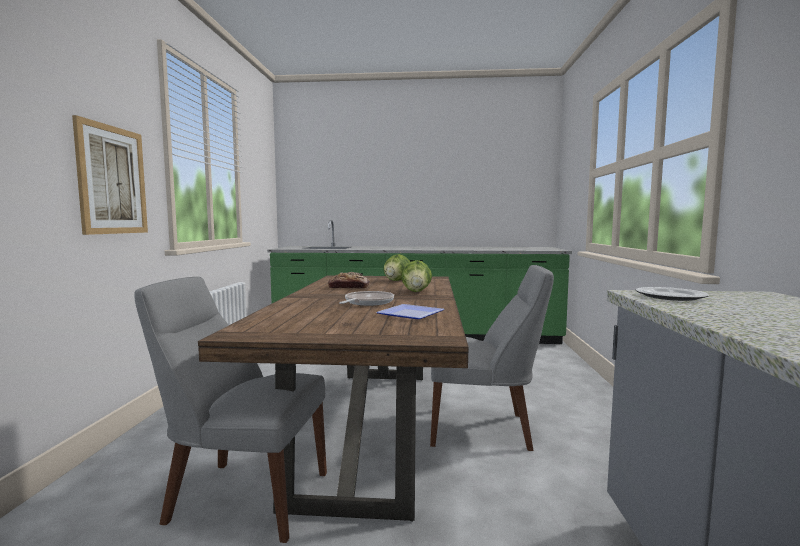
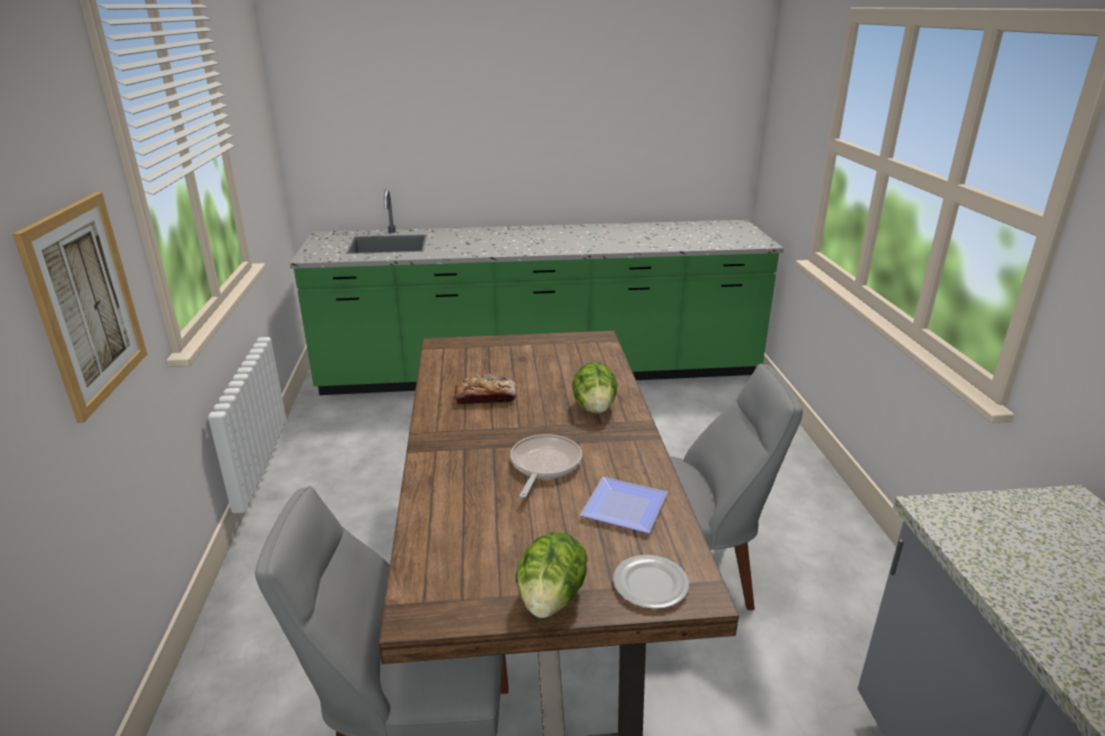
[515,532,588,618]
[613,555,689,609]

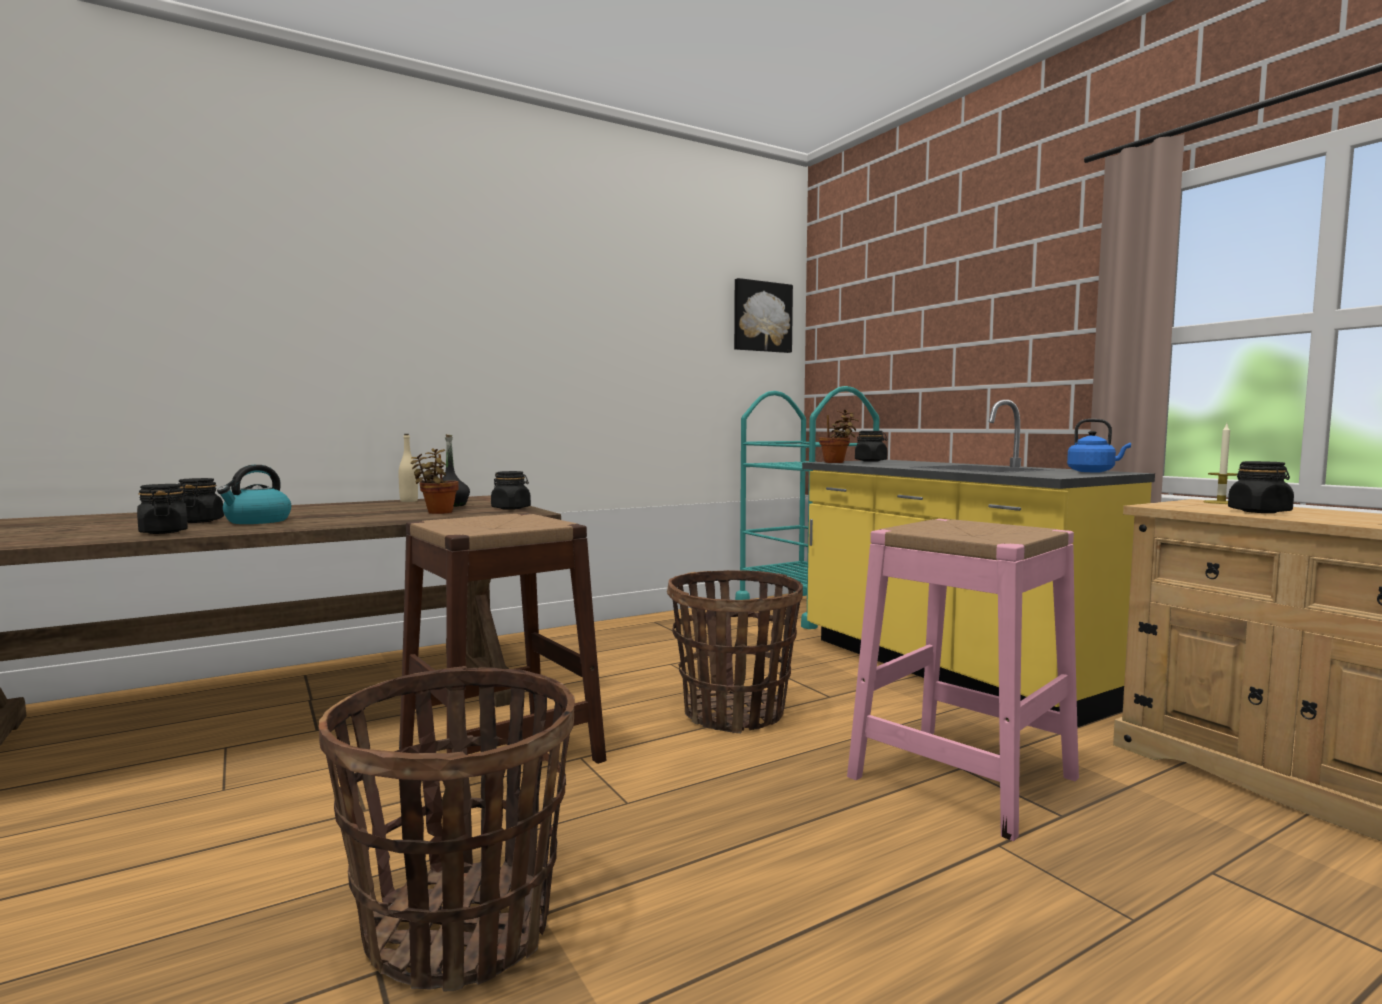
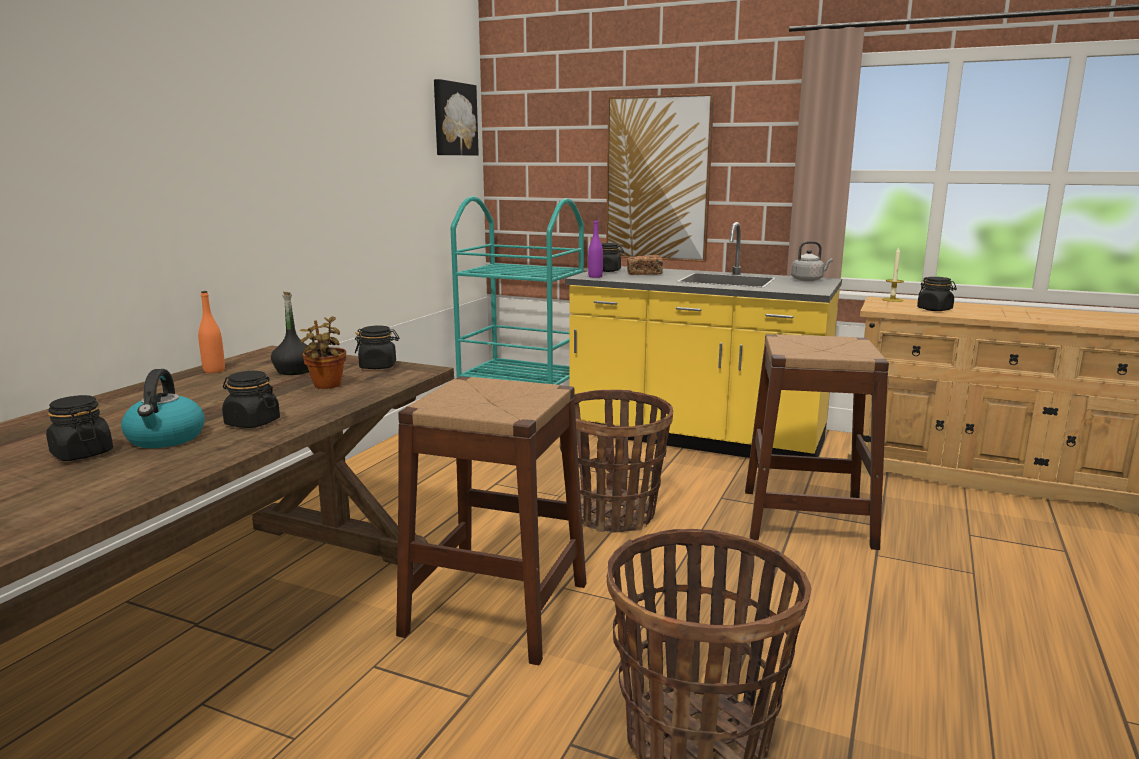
[198,291,225,373]
[222,371,280,428]
[588,219,603,278]
[606,94,714,262]
[627,255,663,275]
[745,334,889,550]
[791,241,833,281]

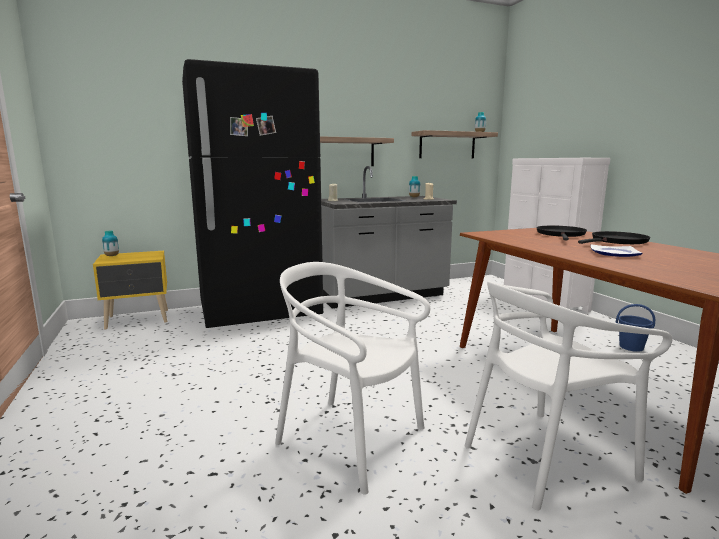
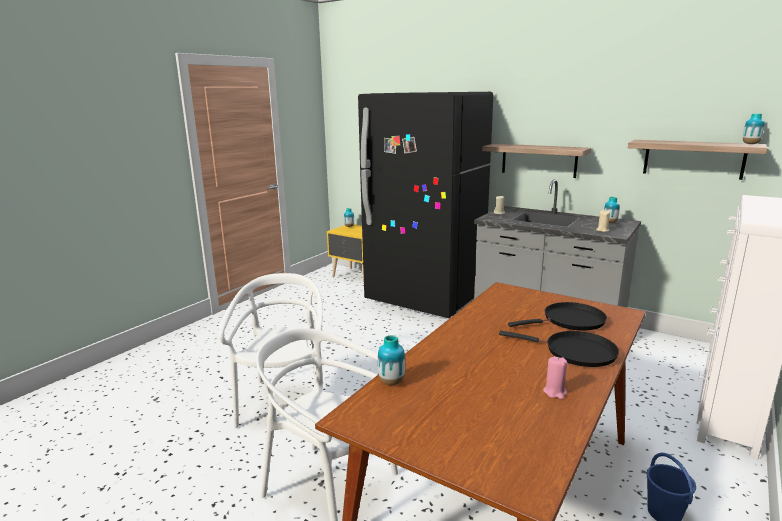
[378,335,405,385]
[543,356,568,399]
[590,244,643,257] (first image)

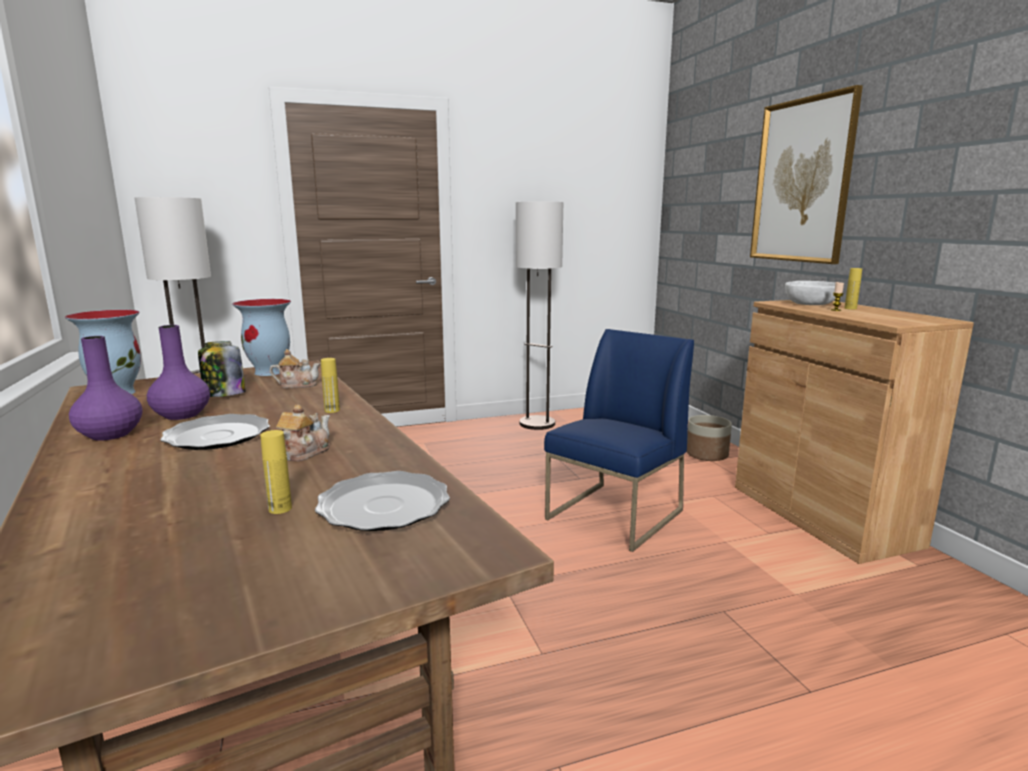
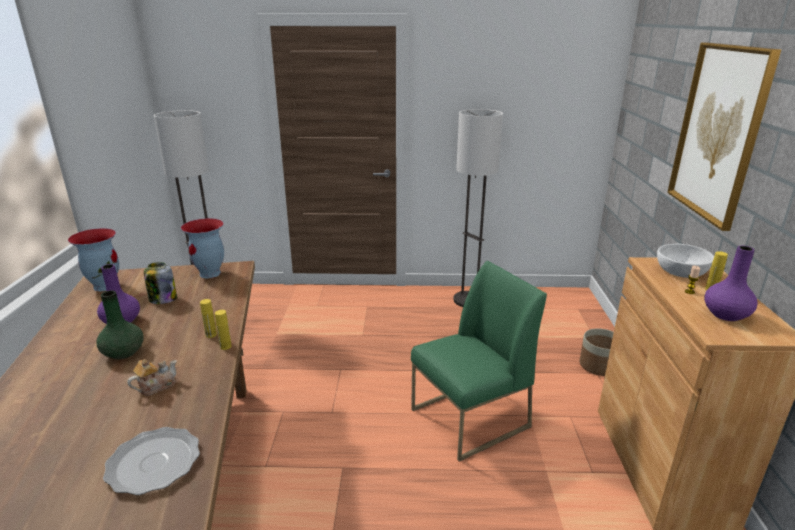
[96,290,144,359]
[215,310,232,350]
[411,261,547,462]
[704,246,758,321]
[270,349,320,388] (first image)

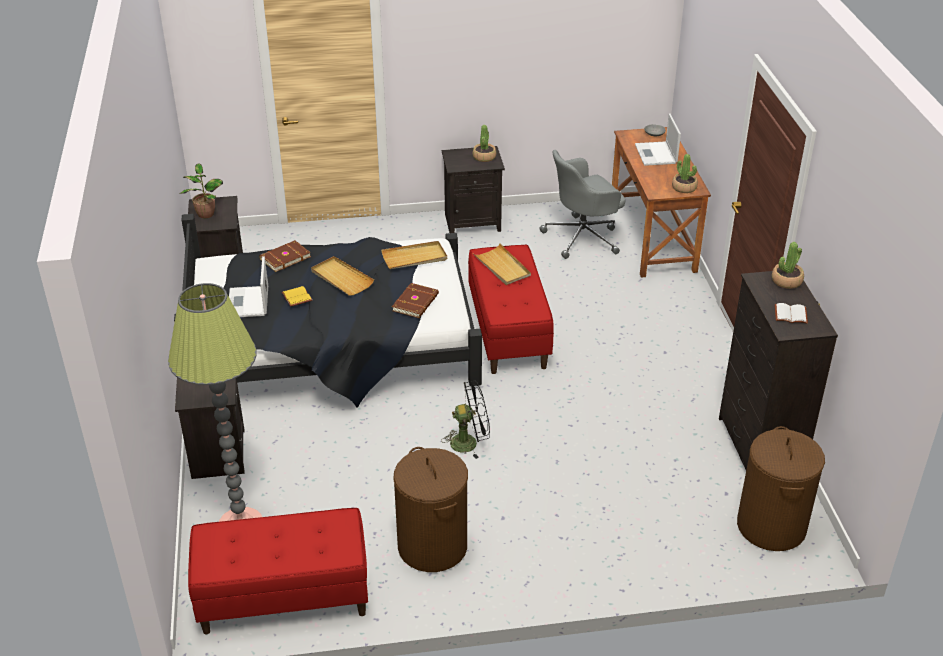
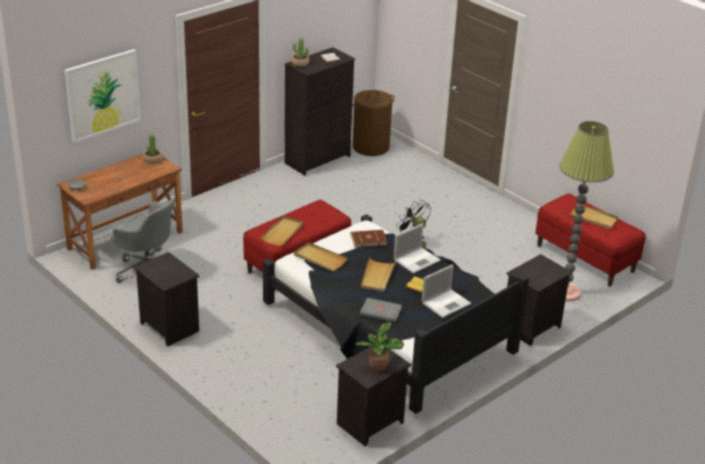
[65,49,141,143]
[360,298,402,323]
[394,223,441,274]
[568,203,618,229]
[393,447,468,572] (first image)
[473,125,496,162] (first image)

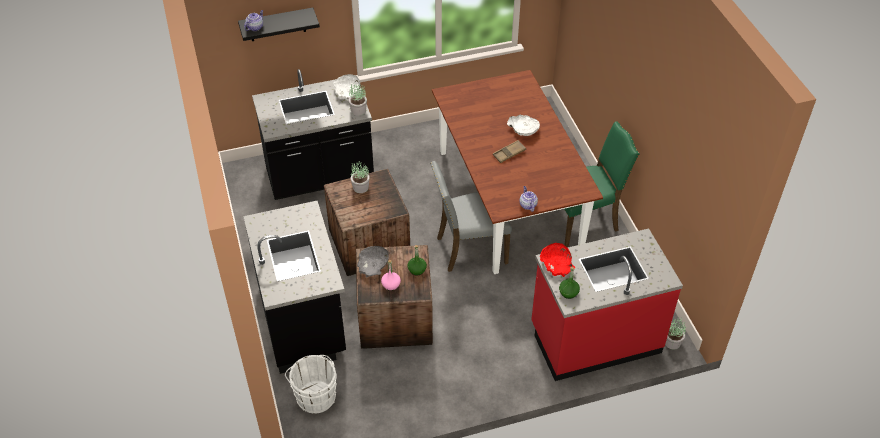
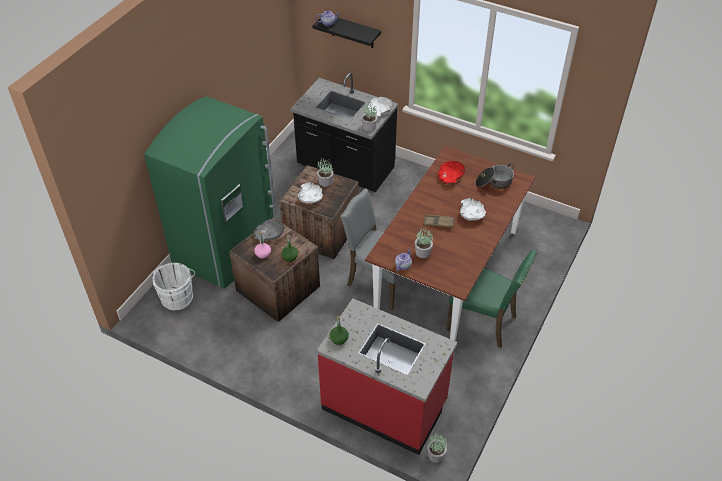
[144,96,275,289]
[298,182,323,204]
[415,228,433,258]
[438,161,465,184]
[475,164,514,189]

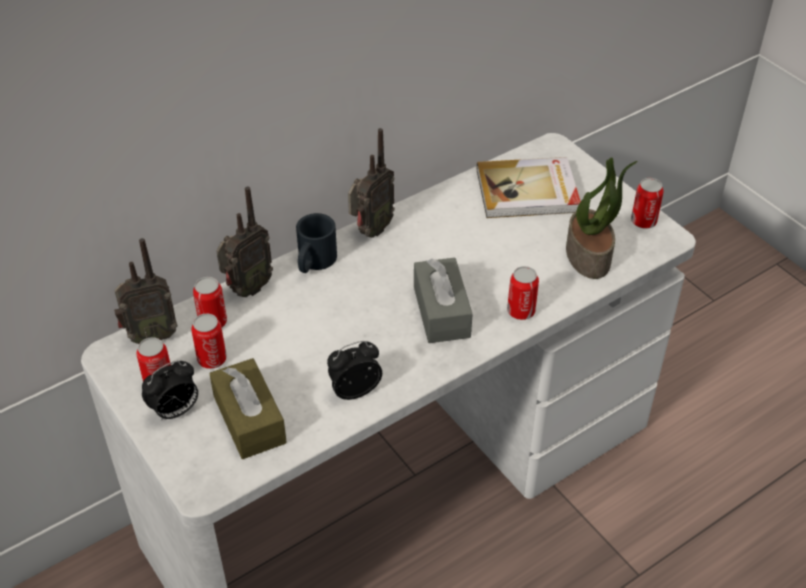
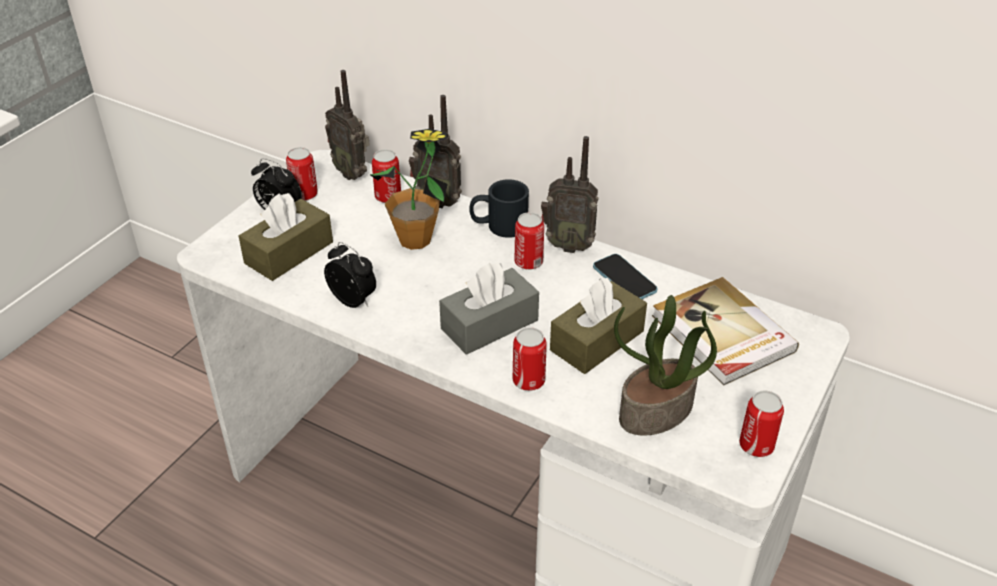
[370,129,448,250]
[514,212,544,270]
[550,278,647,374]
[593,254,658,299]

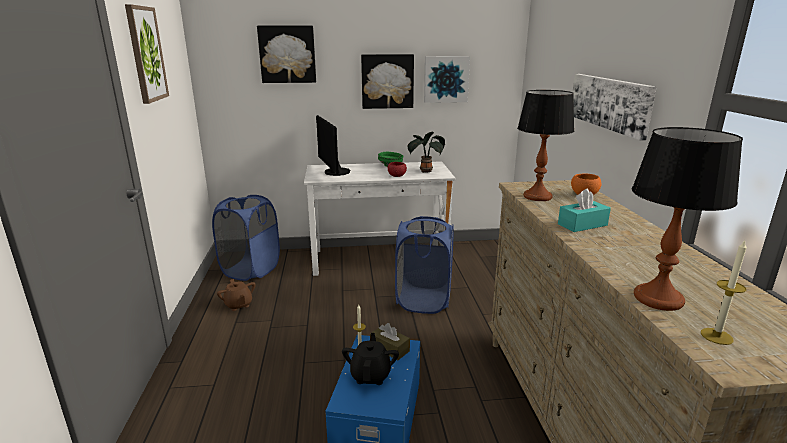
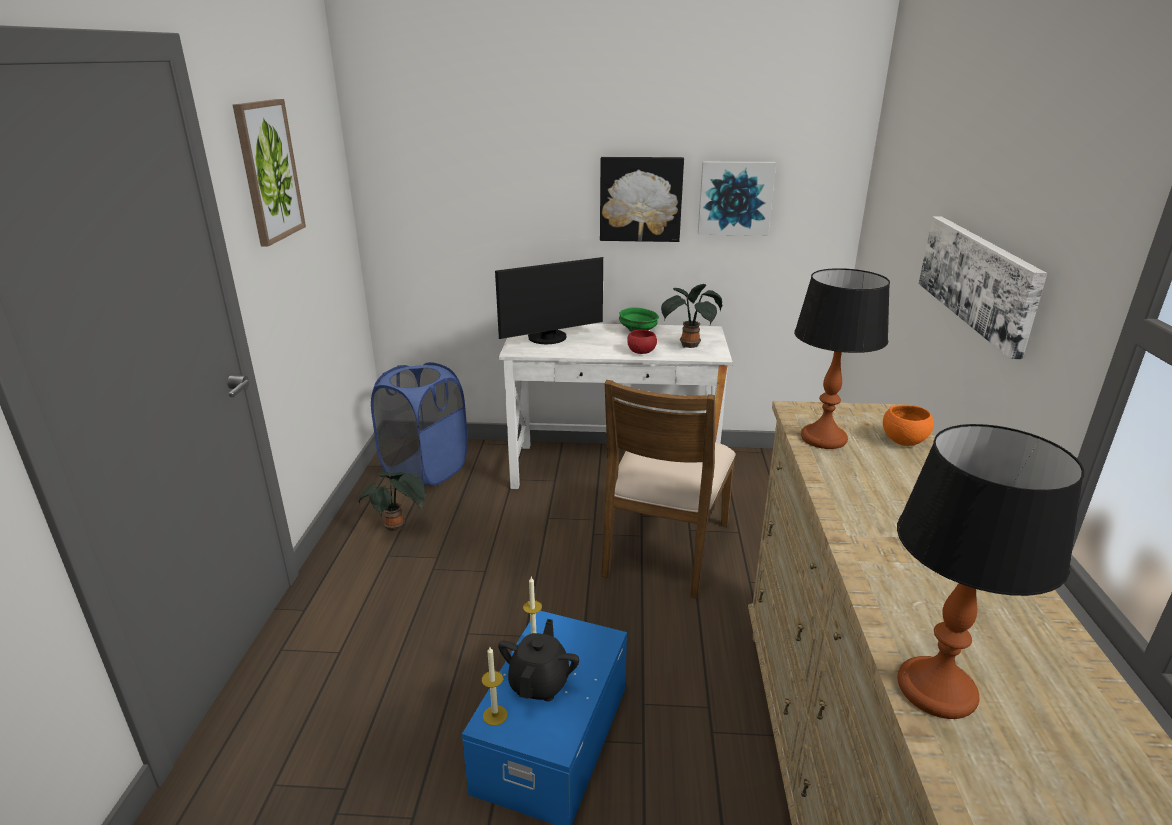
[359,472,425,532]
[482,647,507,726]
[495,257,603,344]
[601,380,736,599]
[257,26,316,83] (first image)
[370,323,410,360] (first image)
[558,188,611,232] (first image)

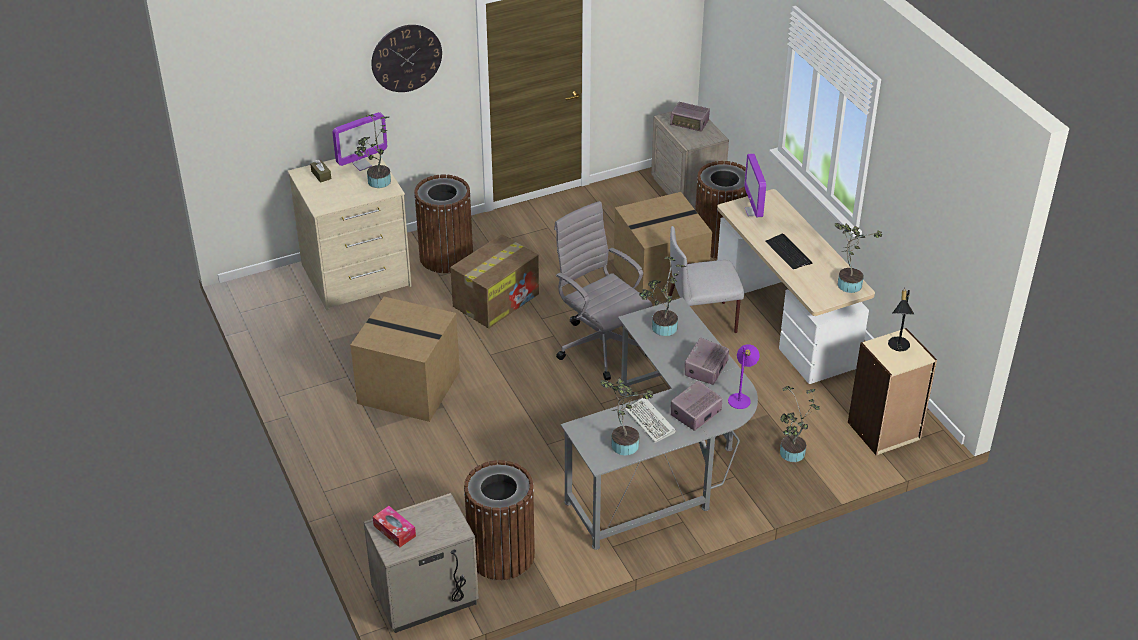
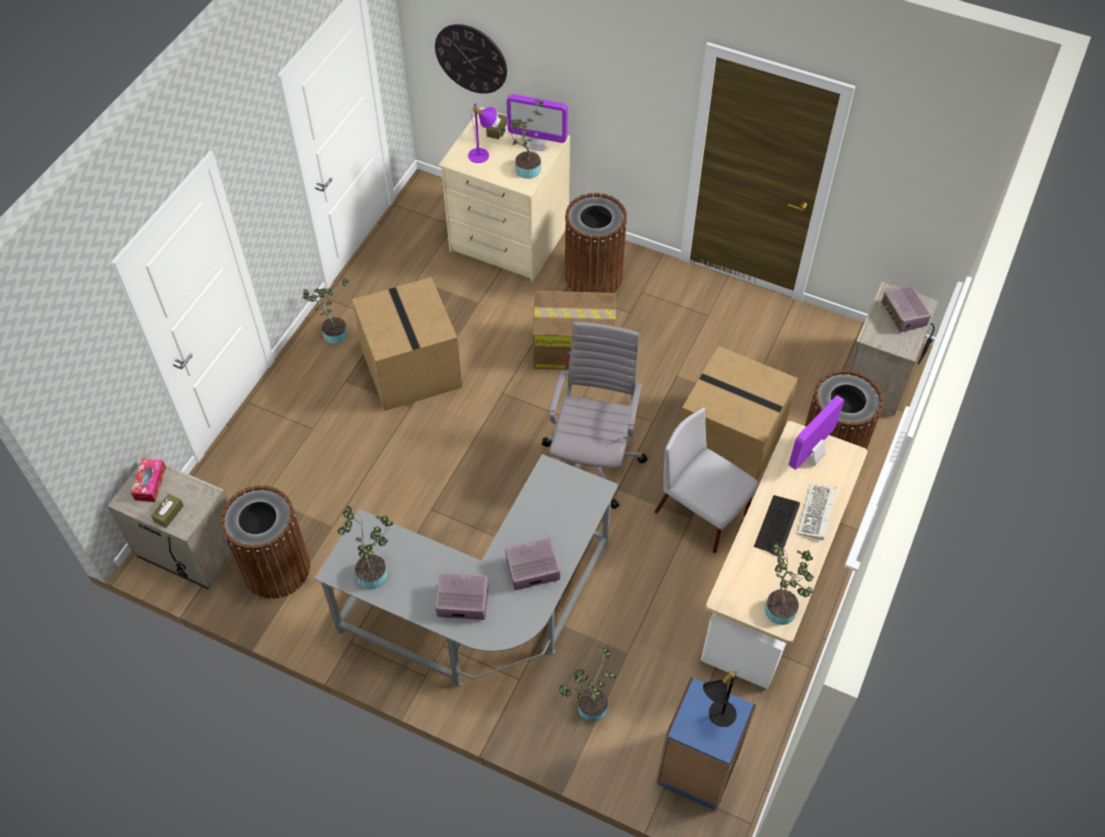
[151,494,183,528]
[302,277,349,344]
[435,24,507,94]
[468,103,497,163]
[656,677,756,811]
[797,484,837,540]

